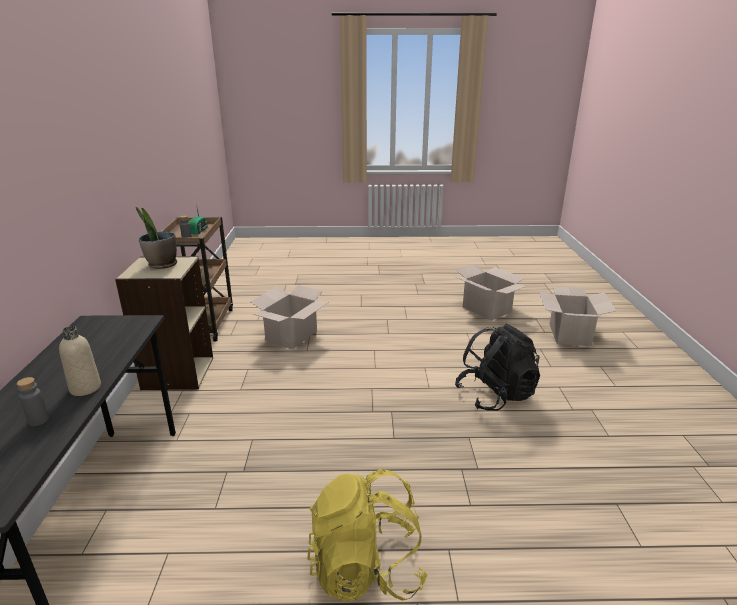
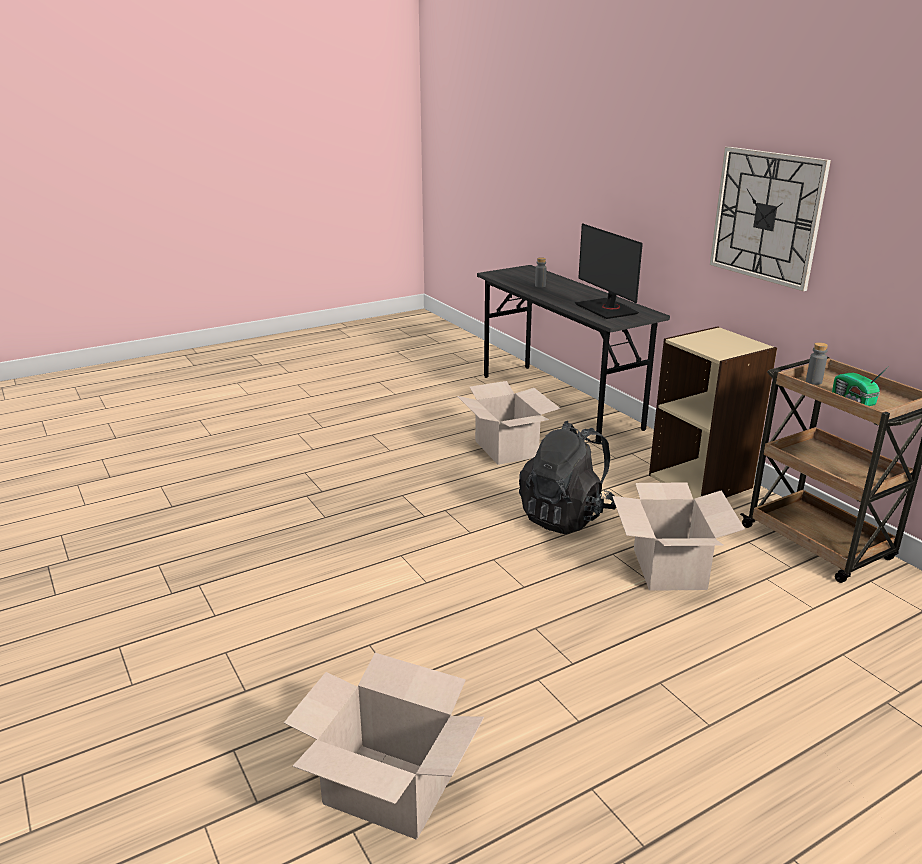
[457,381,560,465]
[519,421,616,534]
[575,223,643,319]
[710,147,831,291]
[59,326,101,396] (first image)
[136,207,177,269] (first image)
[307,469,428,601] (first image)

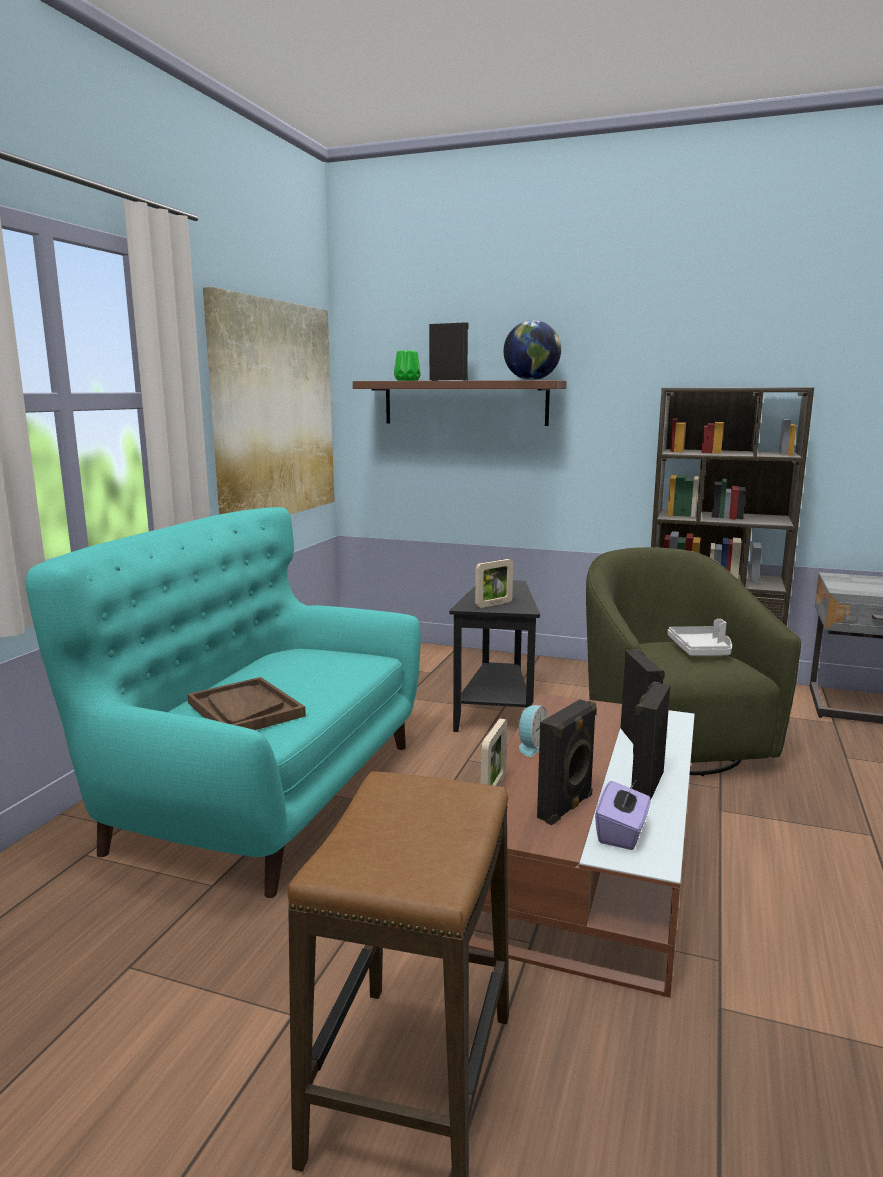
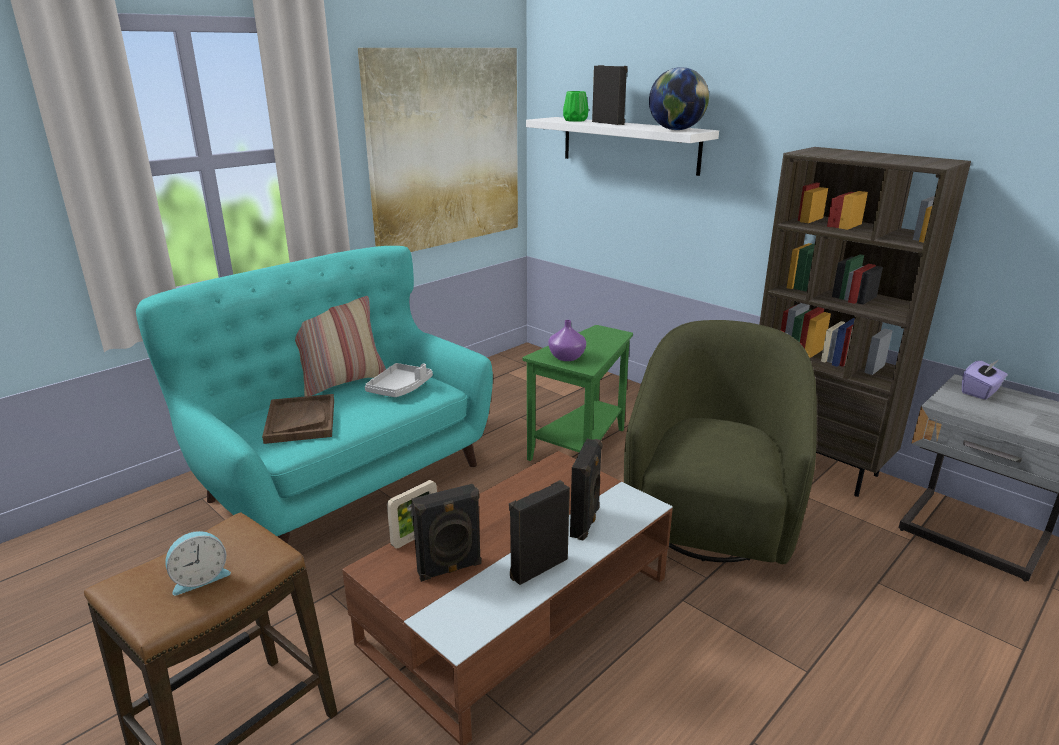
[166,531,231,596]
[295,296,386,396]
[365,363,433,397]
[522,325,633,461]
[526,117,719,176]
[548,320,586,361]
[962,360,1008,400]

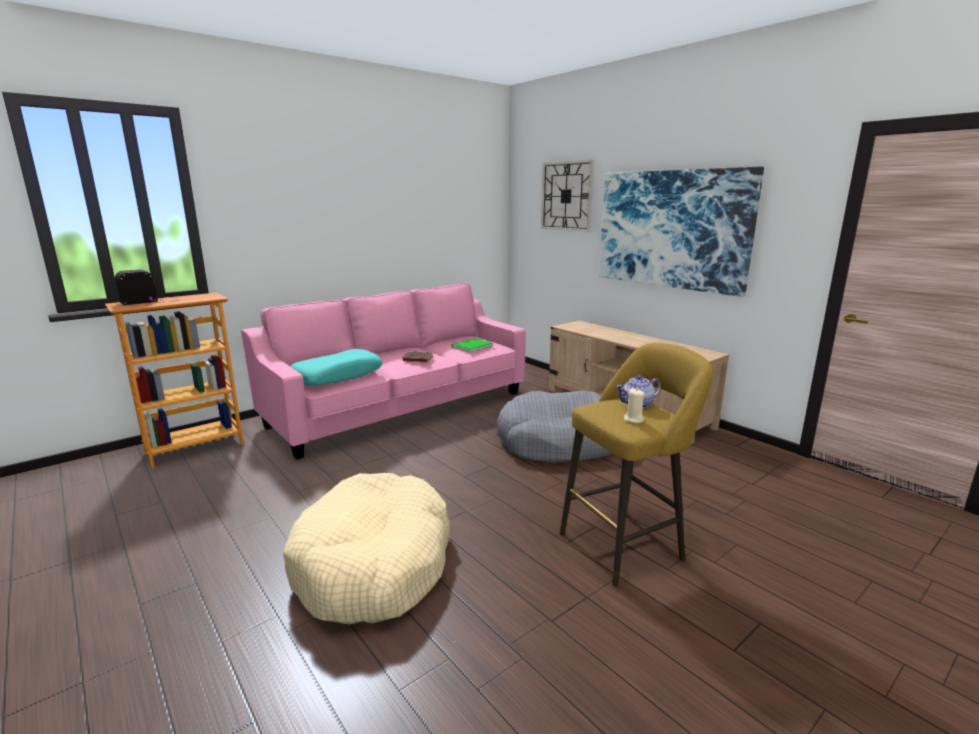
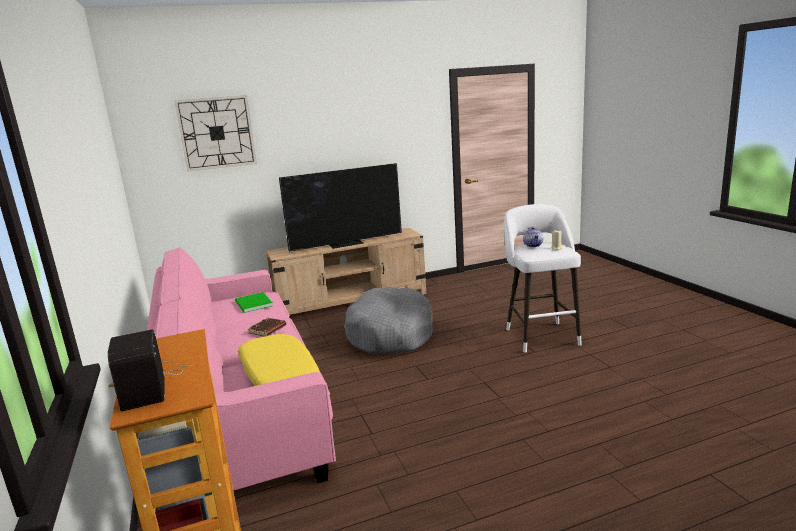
[238,334,320,386]
[279,163,402,251]
[504,204,582,352]
[283,473,450,625] (first image)
[599,167,764,297] (first image)

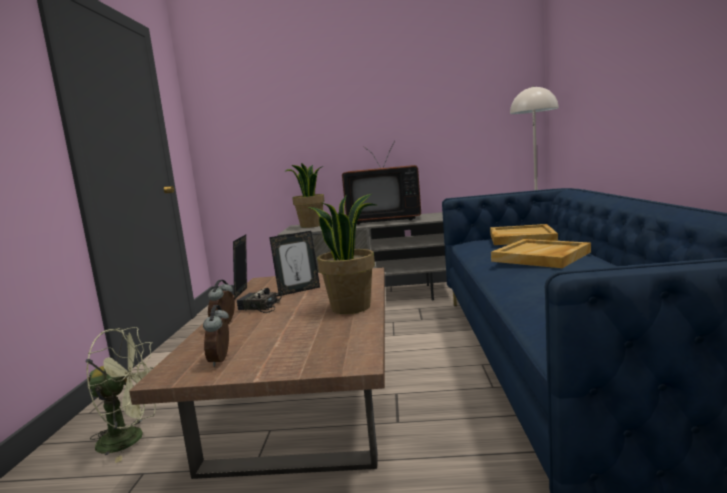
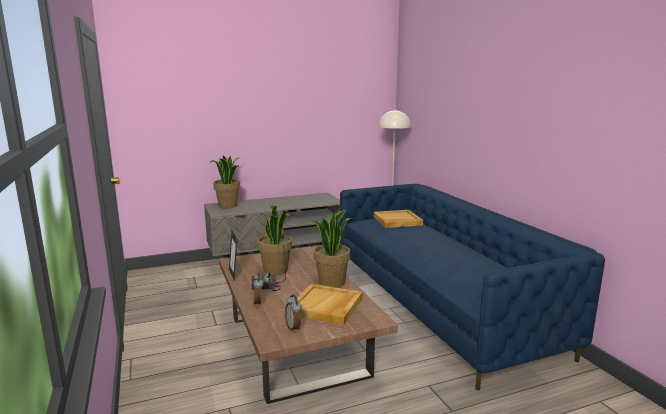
[257,205,295,275]
[292,284,362,325]
[86,327,159,463] (first image)
[342,141,421,225] (first image)

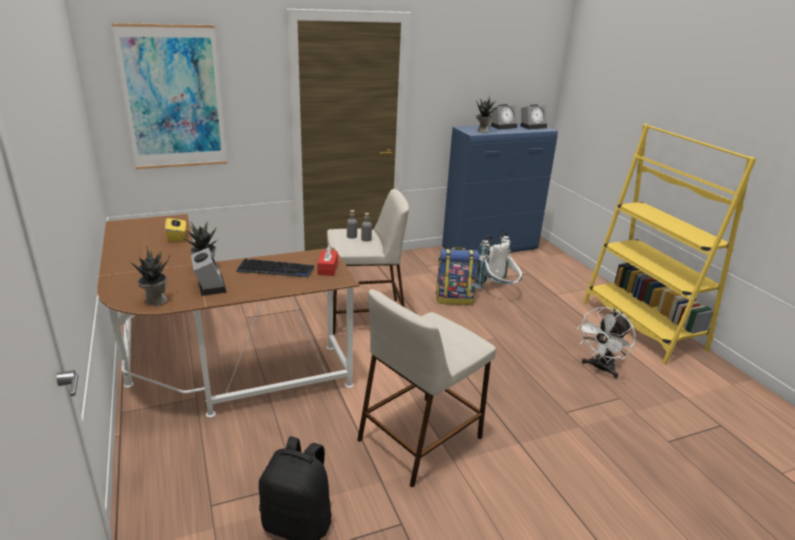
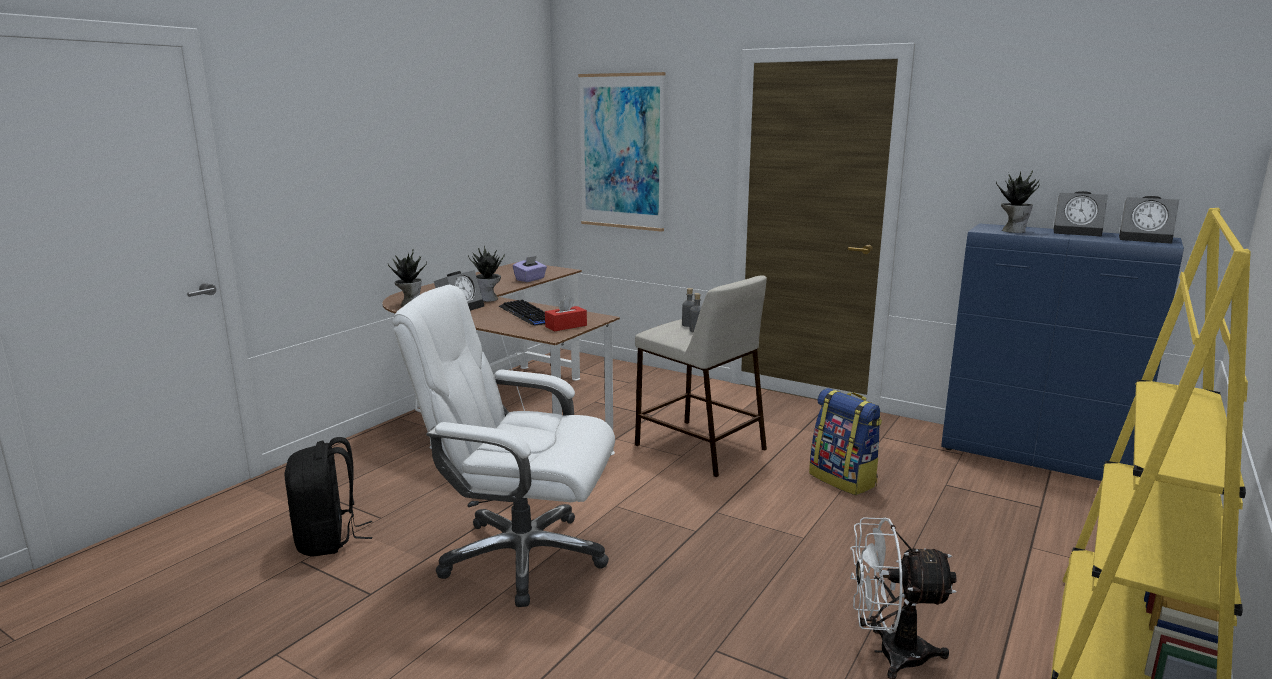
[392,285,615,607]
[513,256,547,282]
[476,232,522,290] (first image)

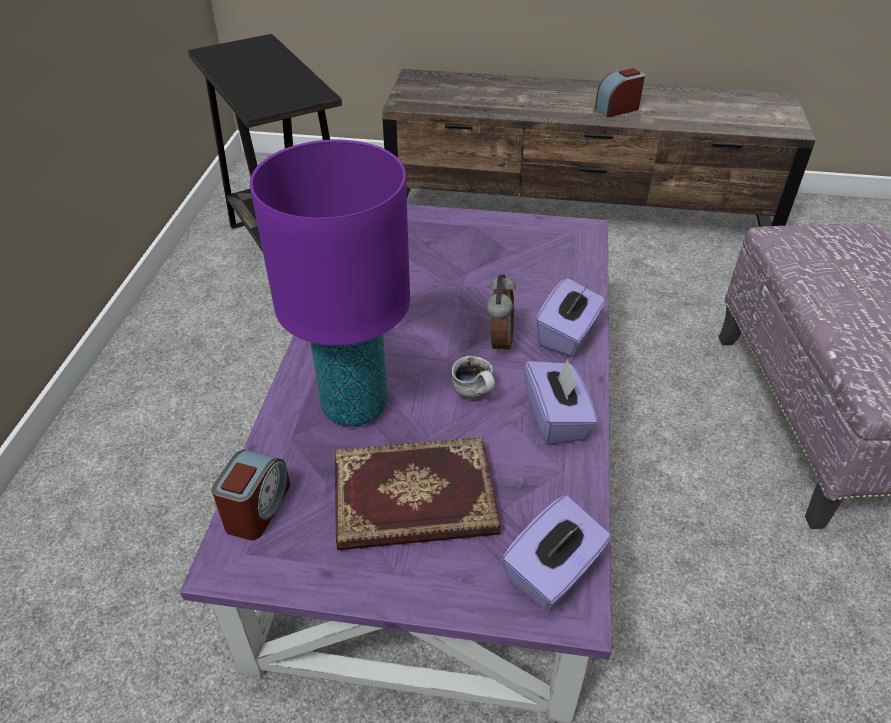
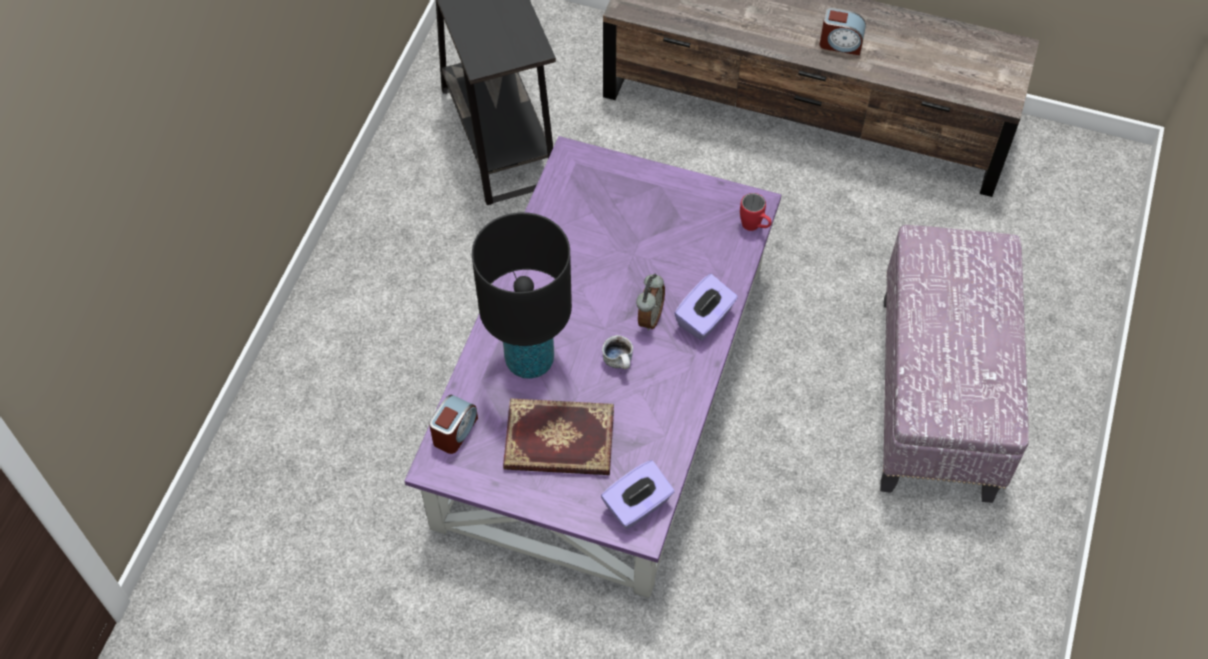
[472,212,572,379]
[740,193,772,231]
[820,8,866,55]
[524,359,598,445] (first image)

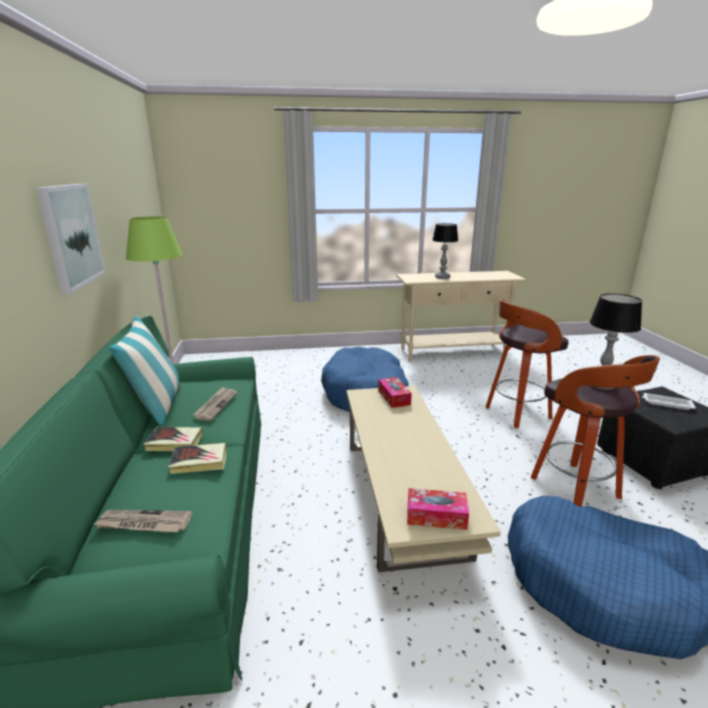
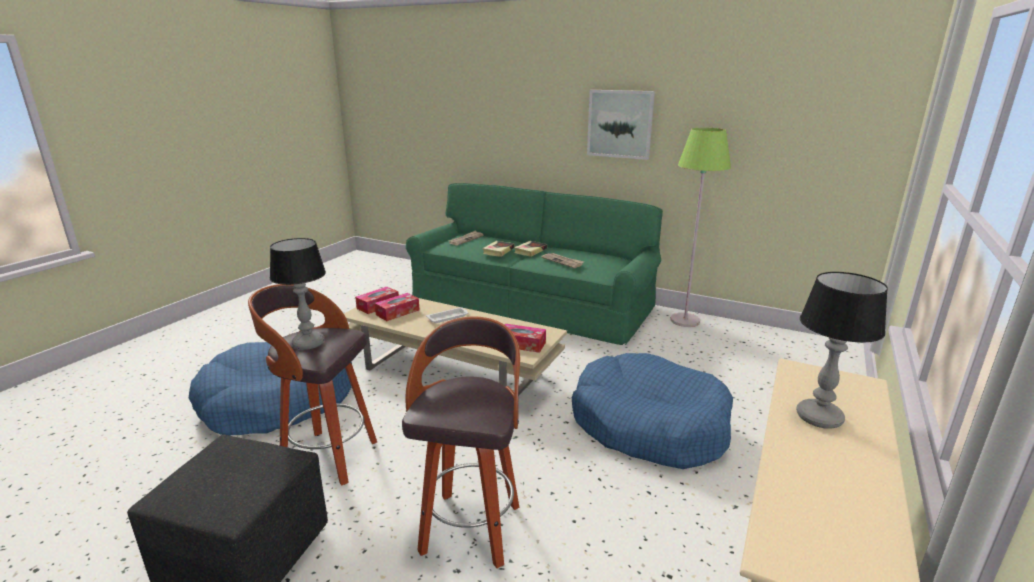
[375,293,420,321]
[426,307,469,323]
[109,316,181,426] (first image)

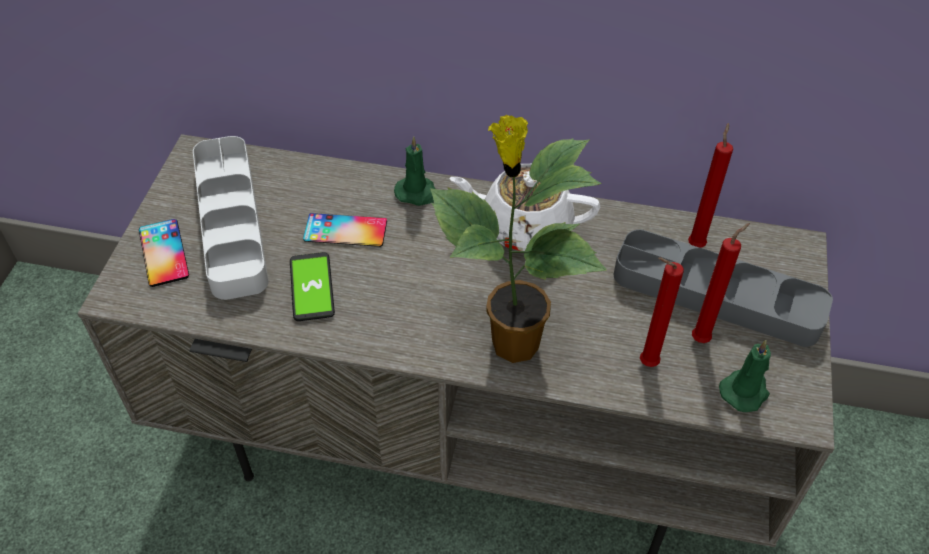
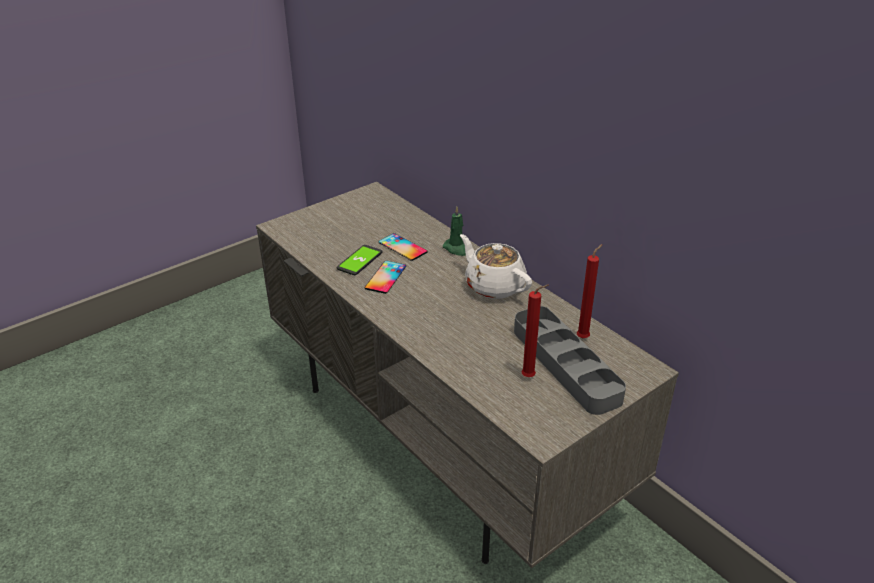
[364,261,406,294]
[193,136,269,300] (first image)
[430,115,606,363] (first image)
[640,257,684,367] (first image)
[719,340,771,412] (first image)

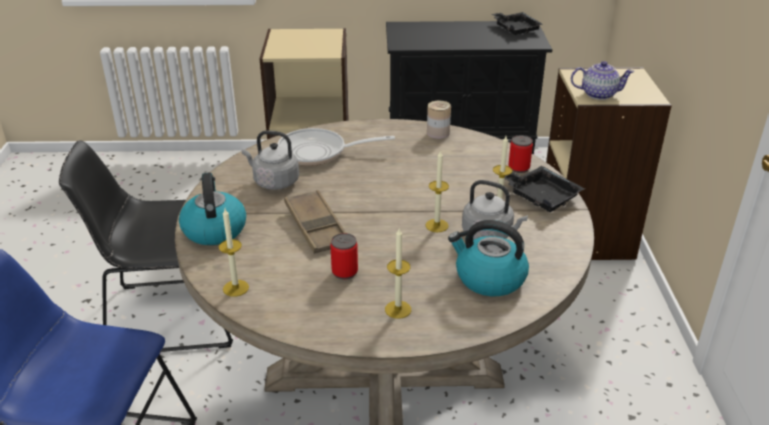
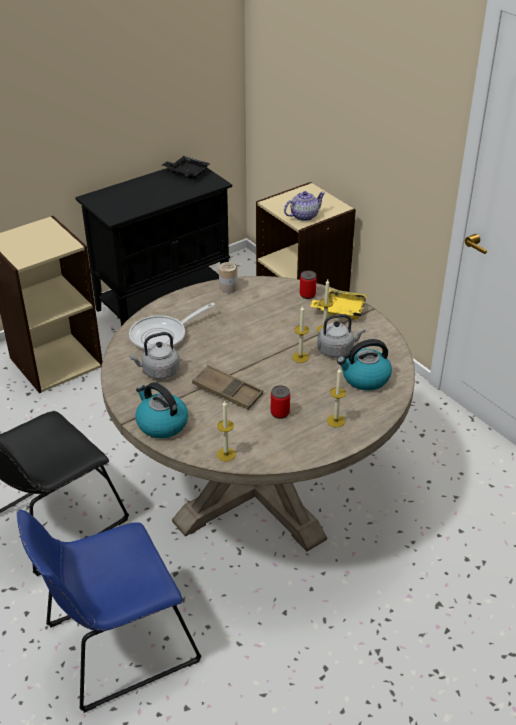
[310,289,367,320]

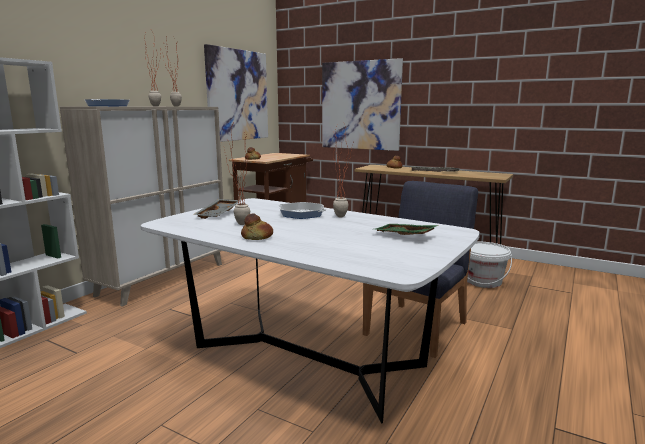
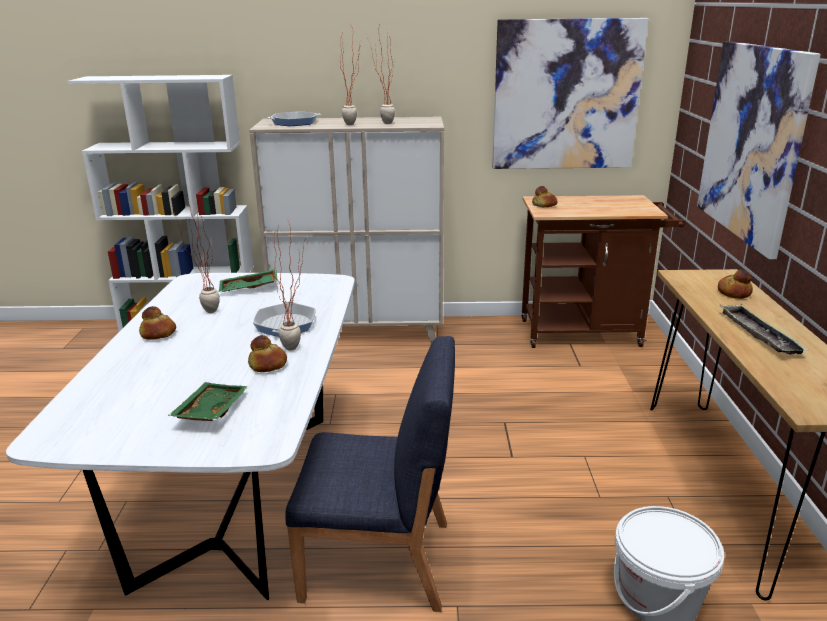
[219,269,277,292]
[248,335,287,372]

